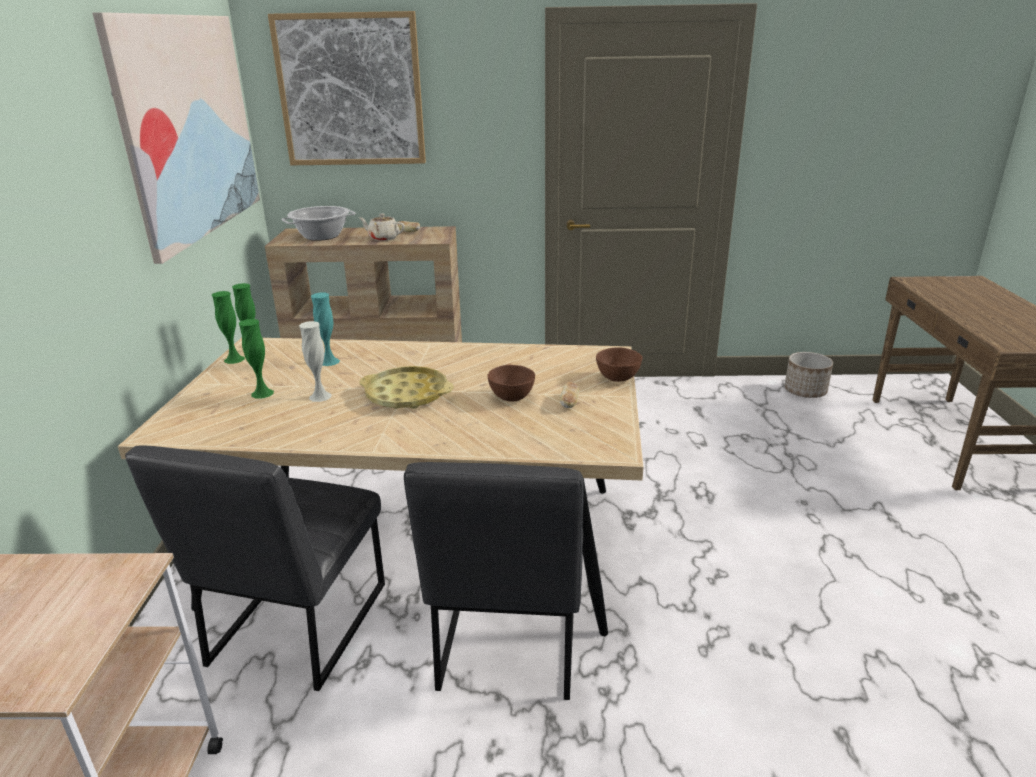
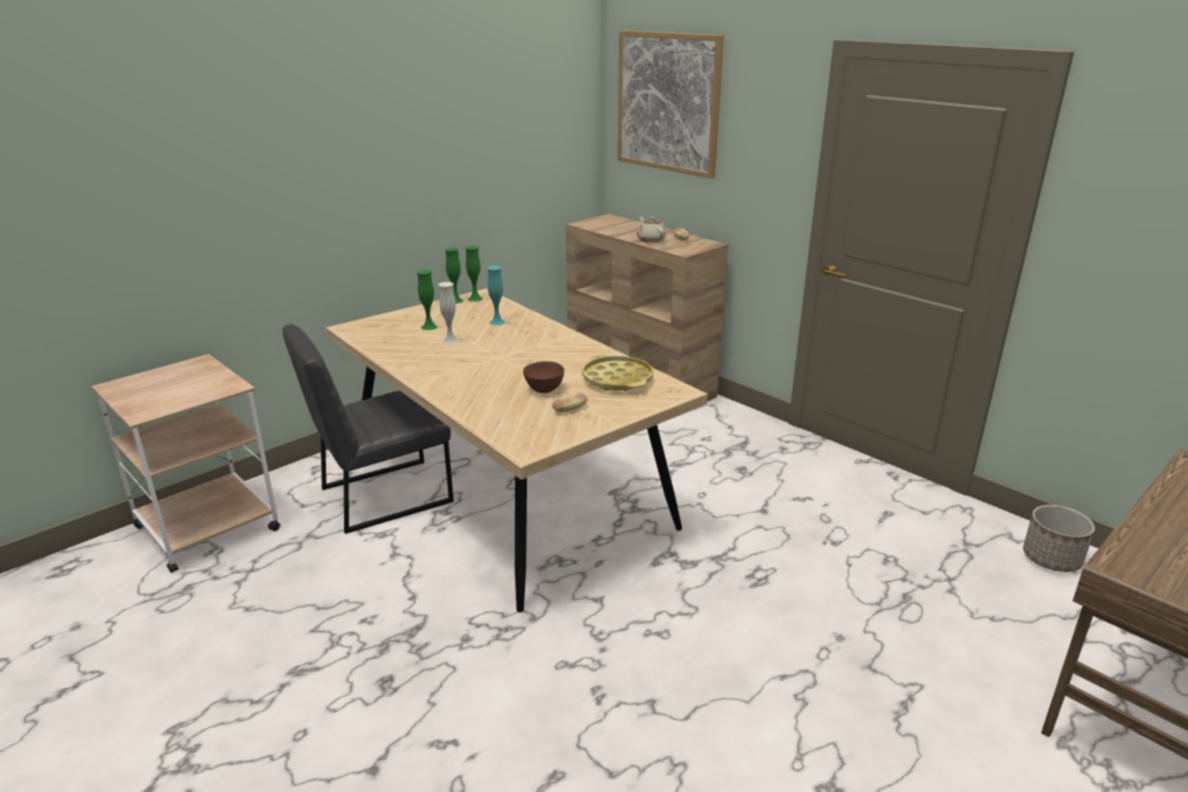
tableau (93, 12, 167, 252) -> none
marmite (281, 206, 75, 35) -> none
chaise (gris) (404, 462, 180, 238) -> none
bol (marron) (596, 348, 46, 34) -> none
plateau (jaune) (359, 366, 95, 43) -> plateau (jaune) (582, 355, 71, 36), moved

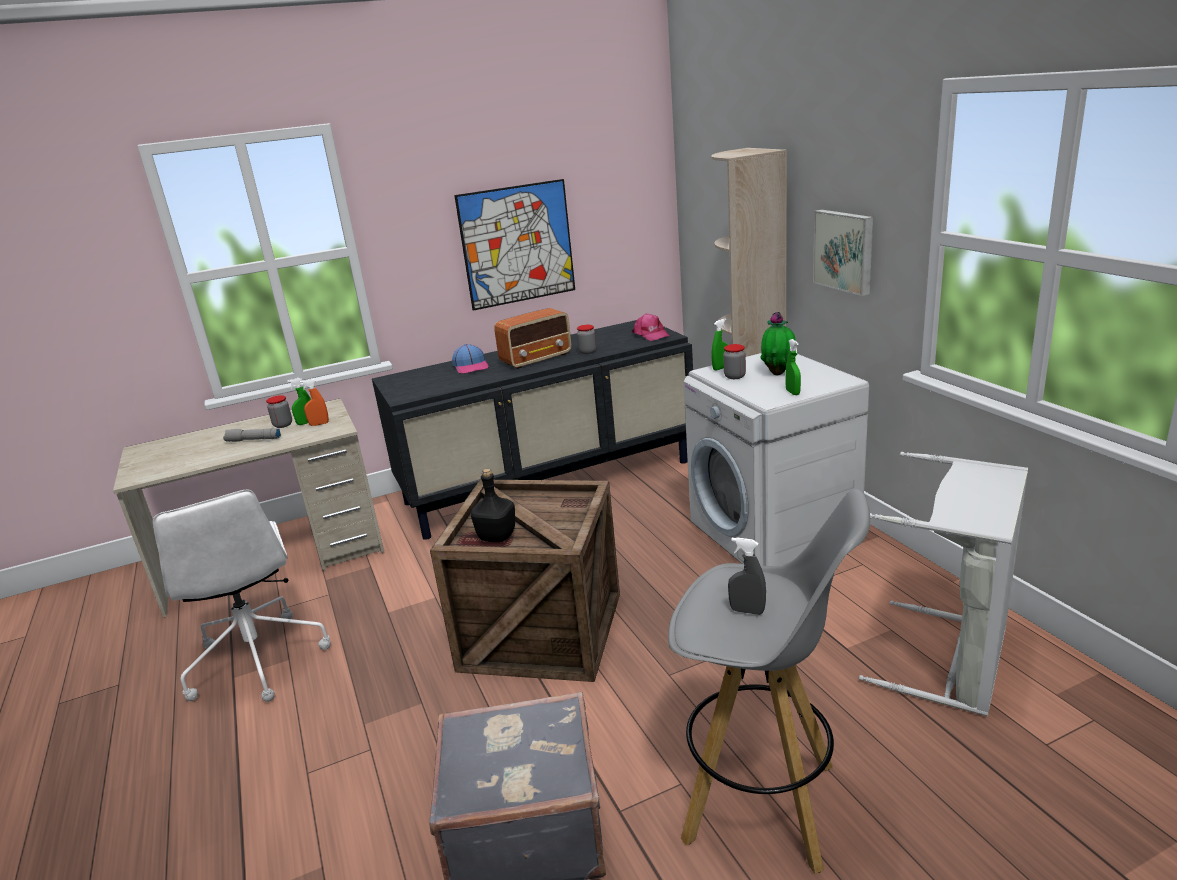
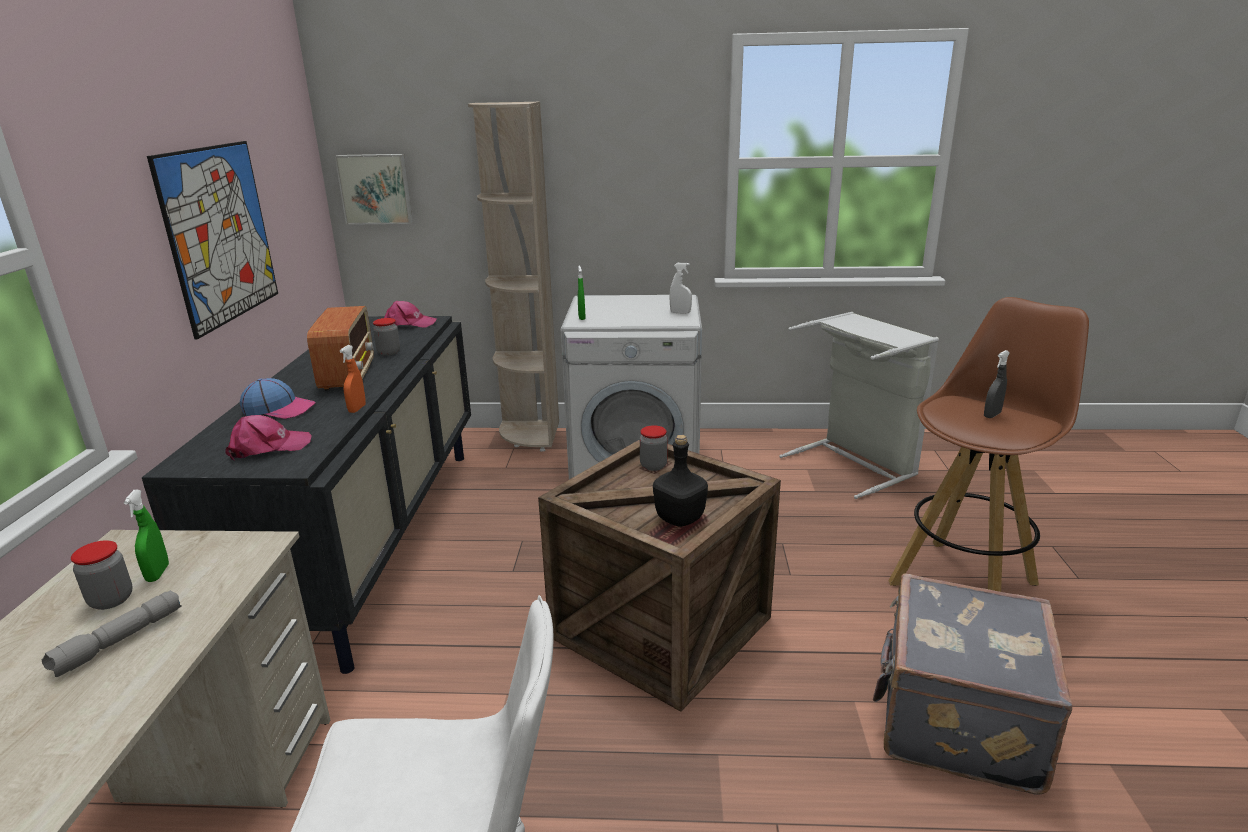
plante en pot (760, 312, 38, 64) -> none
none -> casquette (rose) (225, 415, 86, 46)
vaporisateur (orange) (300, 379, 29, 47) -> vaporisateur (orange) (340, 345, 26, 68), moved
bocal (723, 344, 23, 35) -> bocal (640, 425, 27, 46), moved
tableau (813, 210, 60, 86) -> tableau (335, 154, 78, 71), moved
tabouret (gris) (668, 489, 202, 385) -> tabouret (marron) (889, 297, 200, 295)
vaporisateur (vert) (785, 339, 16, 56) -> vaporisateur (blanc) (670, 263, 22, 51)

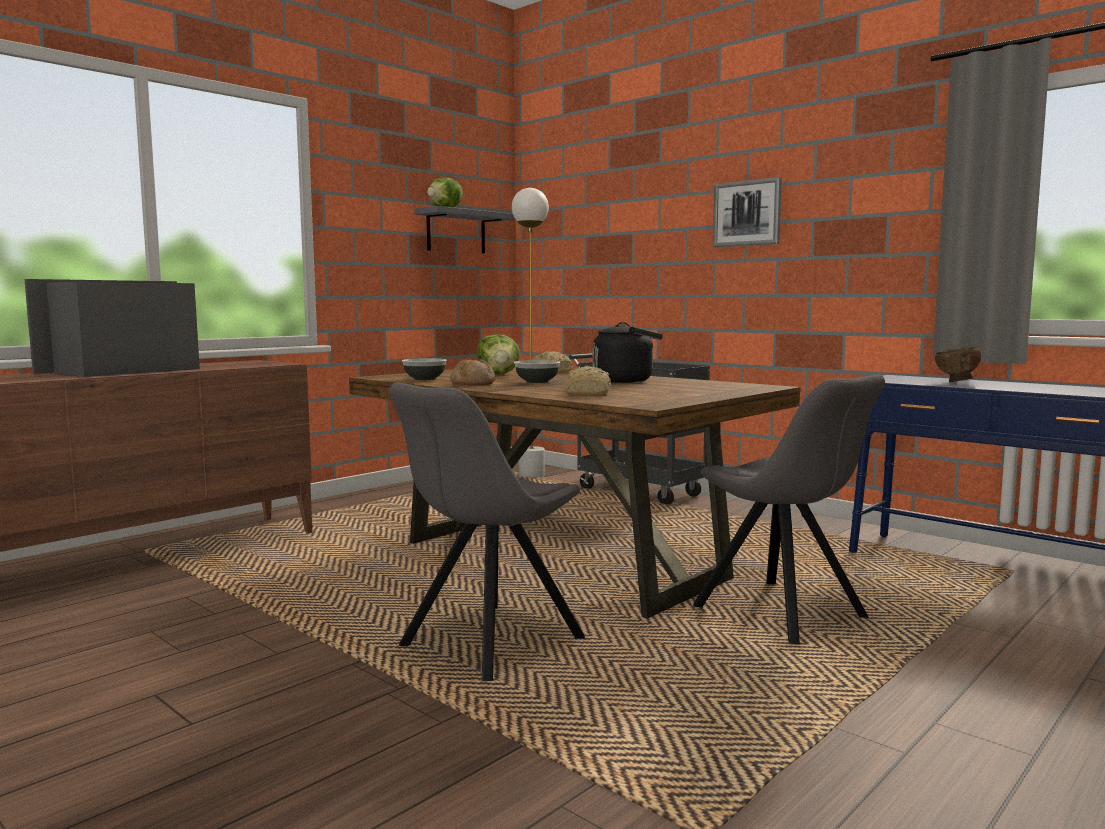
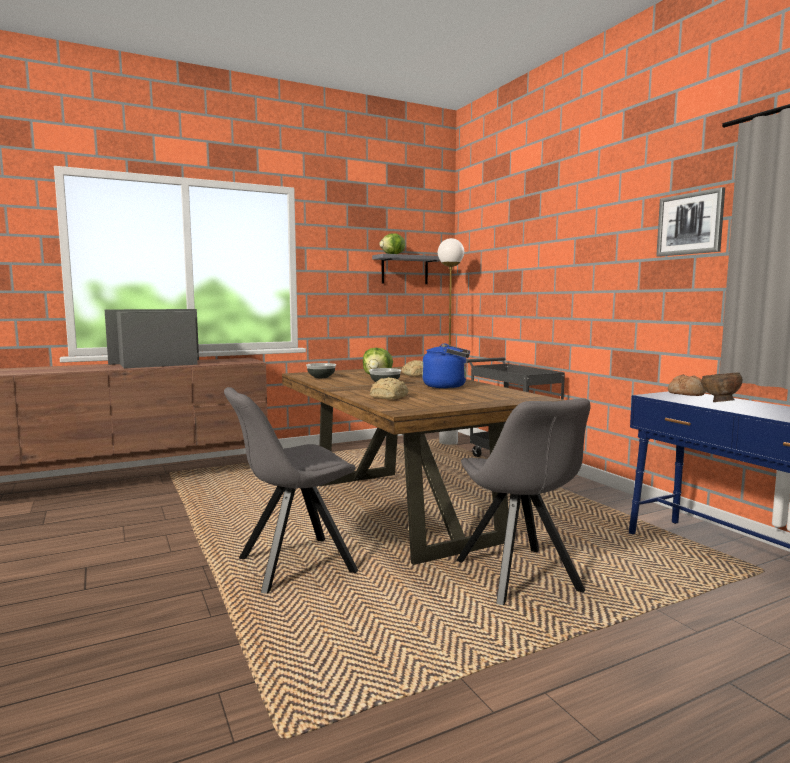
pain (450, 359, 46, 26) -> pain (668, 374, 38, 22), moved
tableau (713, 177, 69, 70) -> tableau (656, 187, 69, 70), moved
bouilloire (noir) (592, 322, 71, 61) -> bouilloire (bleu) (422, 344, 48, 44)

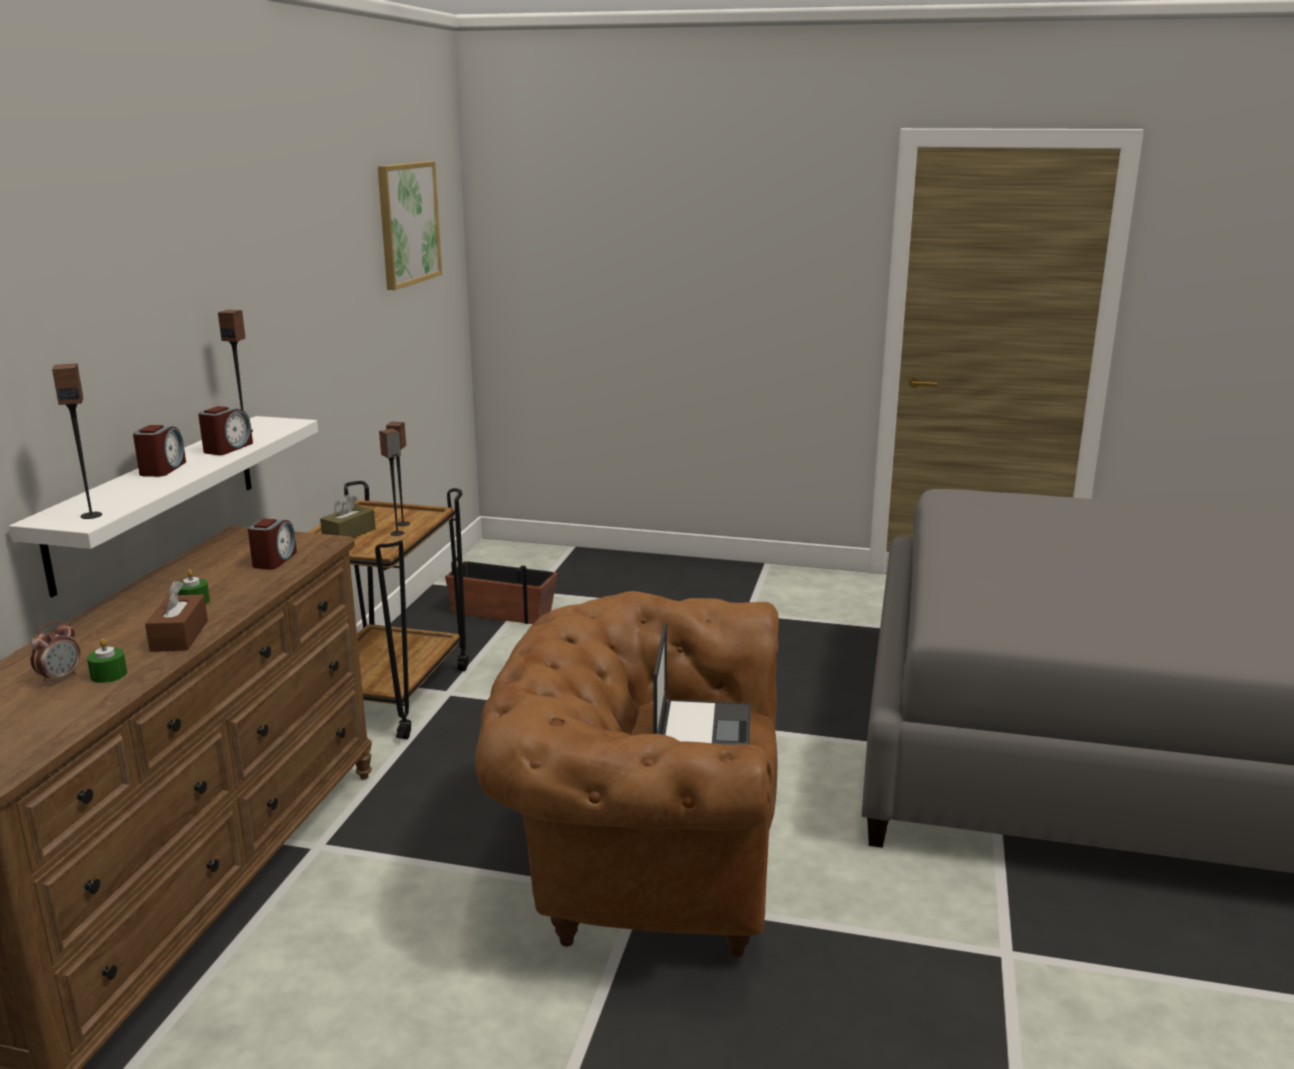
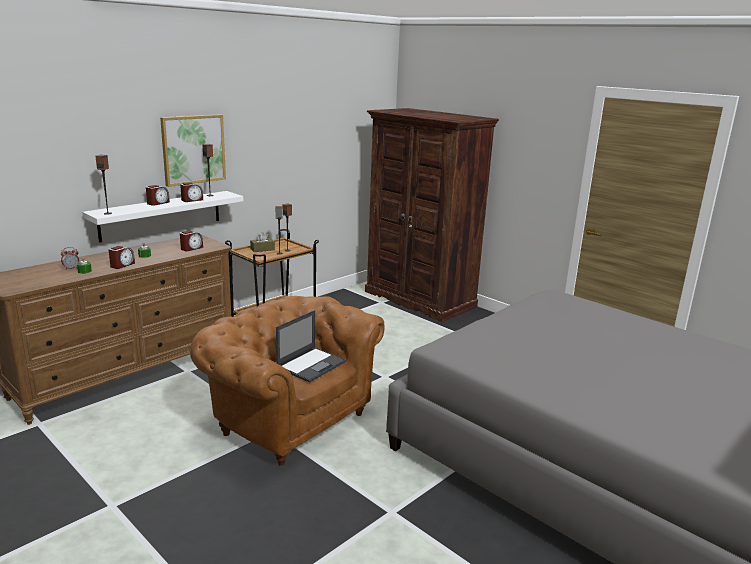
cache-pot (445, 558, 112, 66) -> none
none -> armoire (marron) (365, 108, 134, 214)
tableau (378, 161, 64, 129) -> tableau (160, 114, 66, 73), moved
boîte à mouchoirs (marron) (145, 581, 63, 71) -> réveil (108, 246, 27, 23)

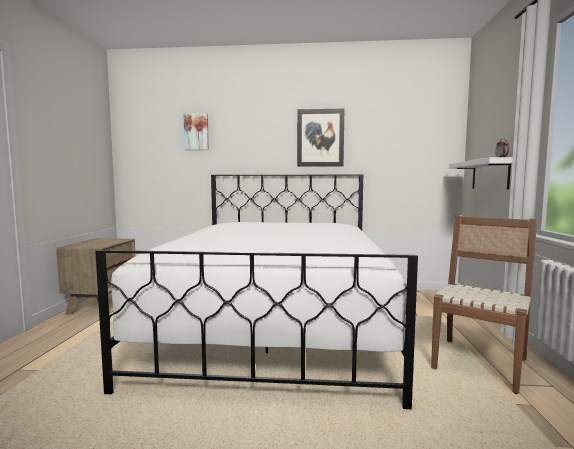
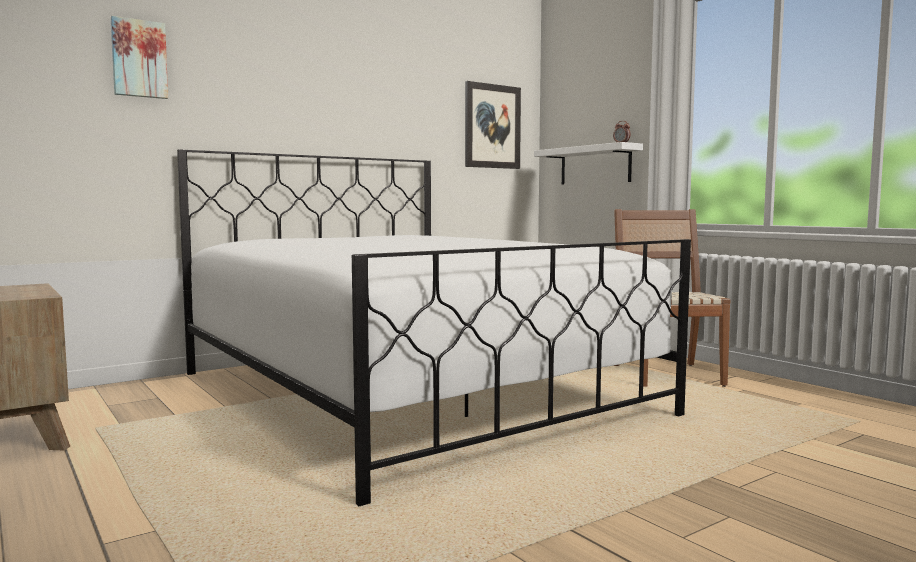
tableau (297, 109, 47, 58) -> tableau (465, 81, 56, 88), moved

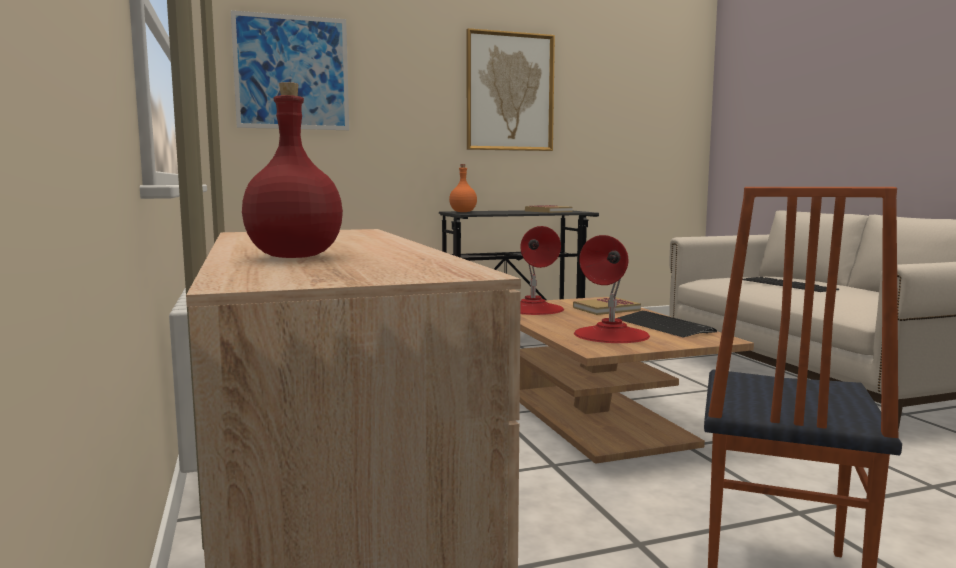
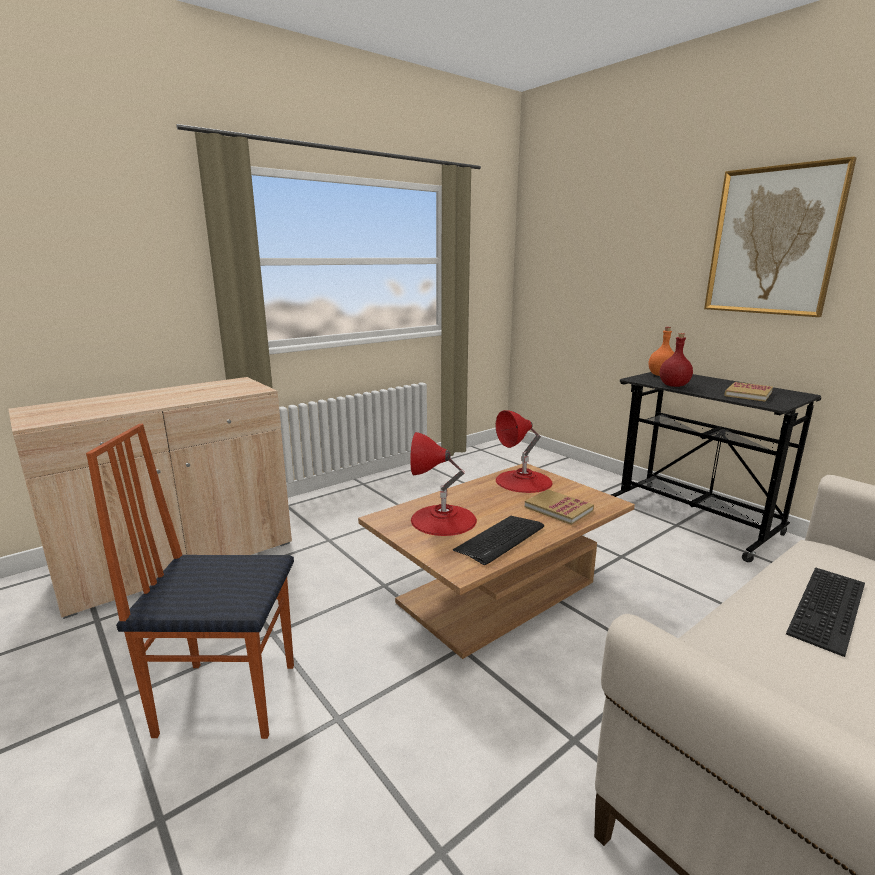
tableau (231, 10, 118, 120) -> none
bouteille (rouge) (242, 82, 101, 176) -> bouteille (rouge) (660, 333, 33, 54), moved

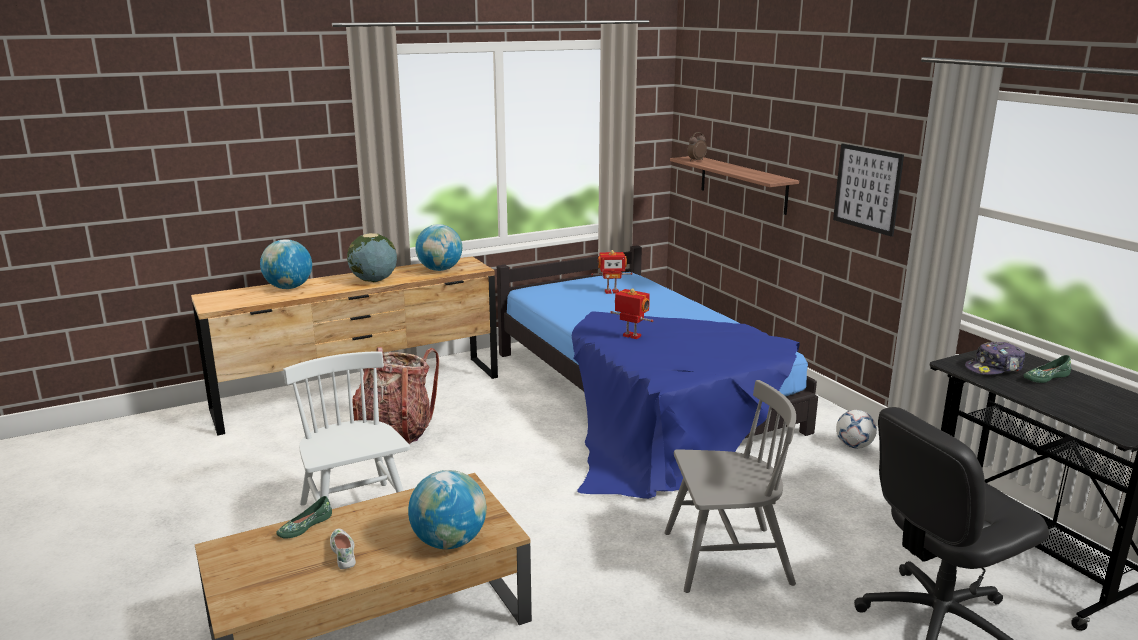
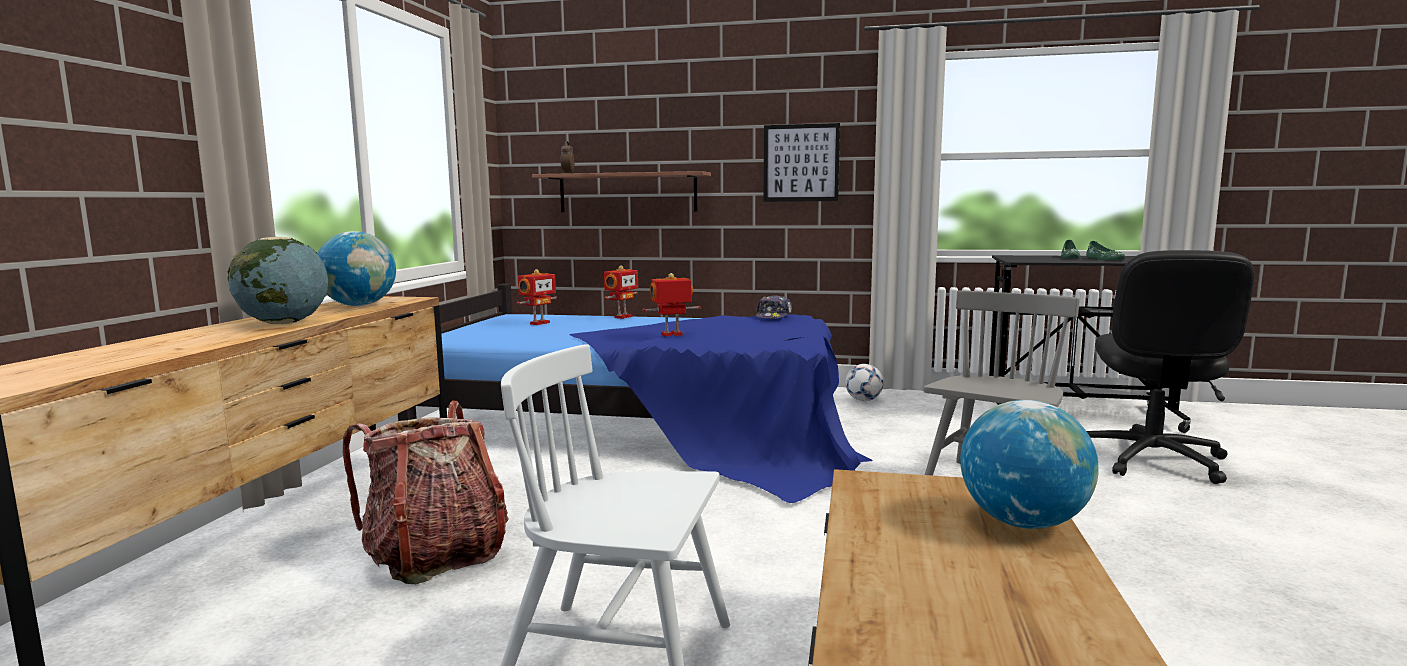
globe (260, 239, 52, 50) -> none
chaussure (blanc) (330, 528, 26, 41) -> none
none -> robot jouet (604, 266, 34, 53)
chaussure (vert) (276, 496, 56, 43) -> chaussure (vert) (1086, 241, 39, 19), moved
casquette (965, 342, 60, 33) -> casquette (756, 295, 36, 24), moved

